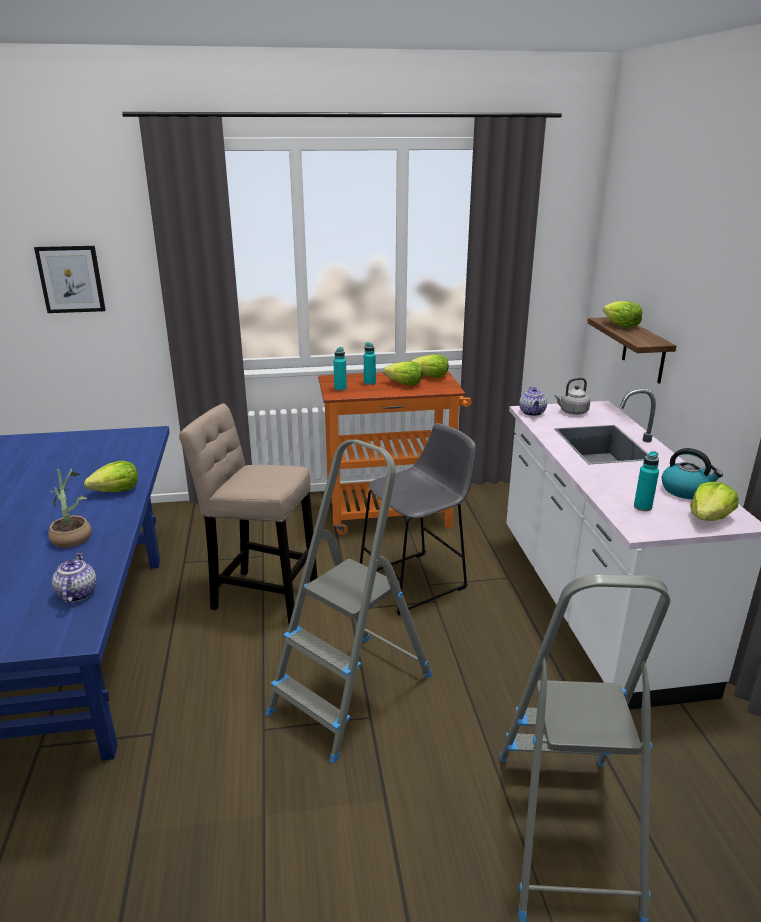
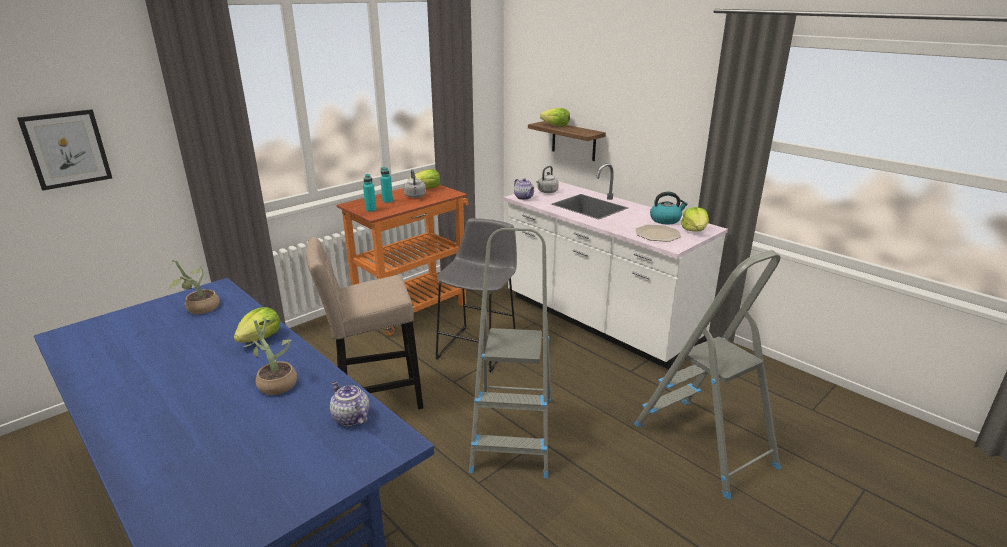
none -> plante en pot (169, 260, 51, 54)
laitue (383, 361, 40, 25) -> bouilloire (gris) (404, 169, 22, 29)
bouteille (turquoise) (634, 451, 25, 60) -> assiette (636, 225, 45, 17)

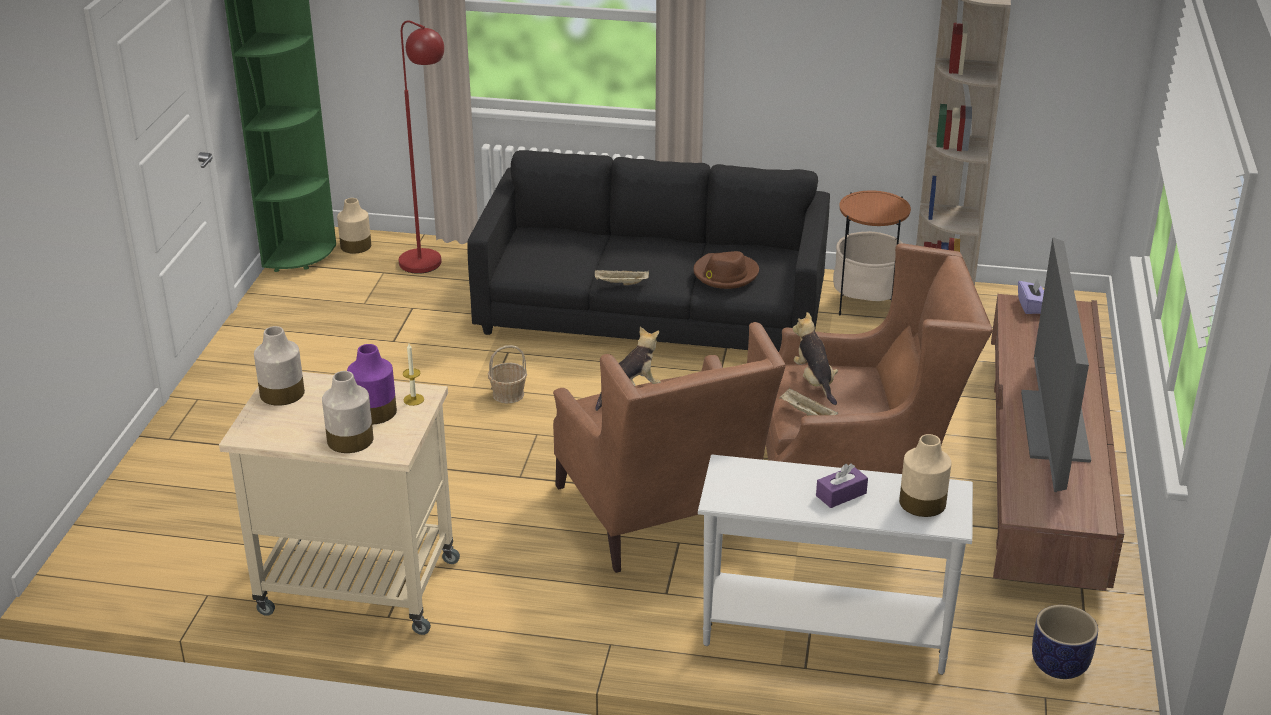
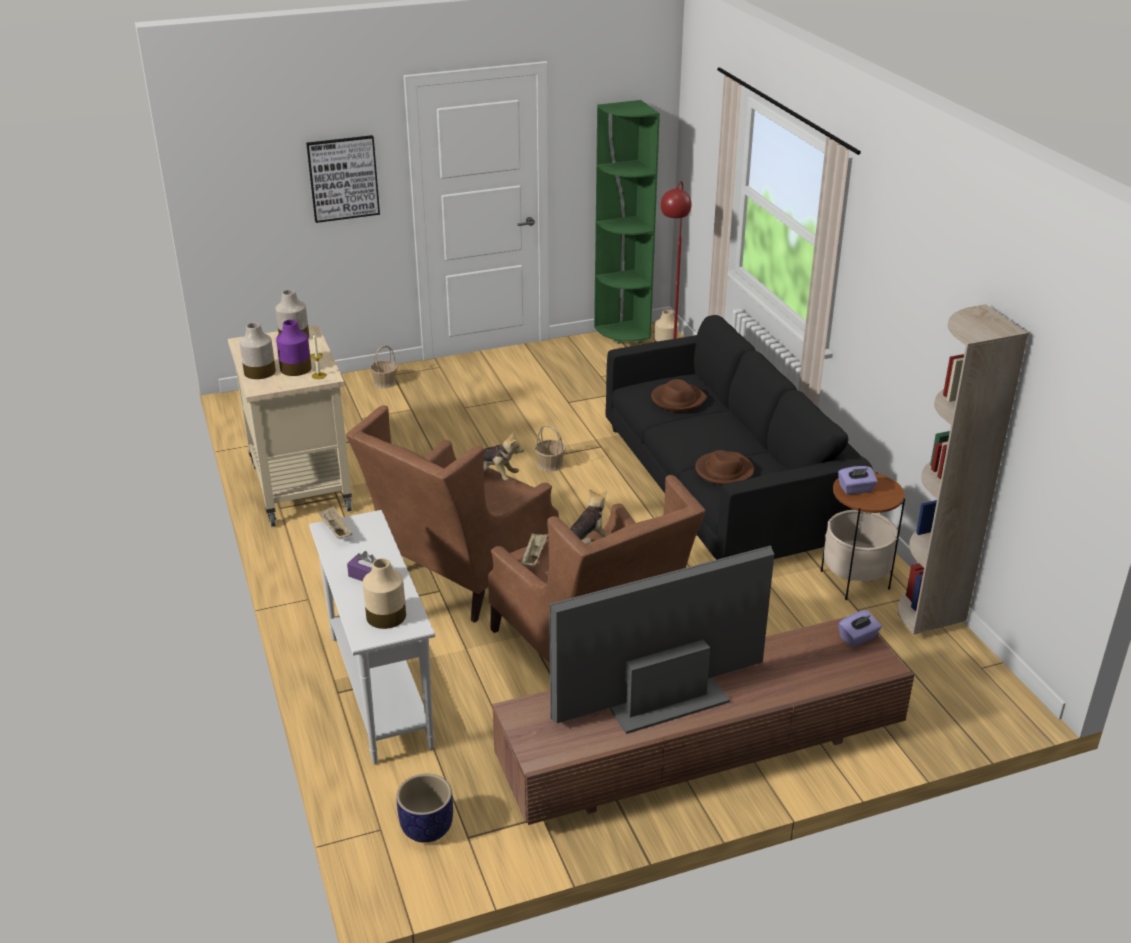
none -> tableau (306, 135, 74, 88)
none -> panier (370, 345, 28, 43)
none -> chapeau (marron) (651, 379, 56, 33)
none -> boîte à mouchoirs (violet) (838, 466, 40, 29)
plateau (beige) (595, 270, 54, 15) -> plateau (beige) (318, 506, 34, 32), moved

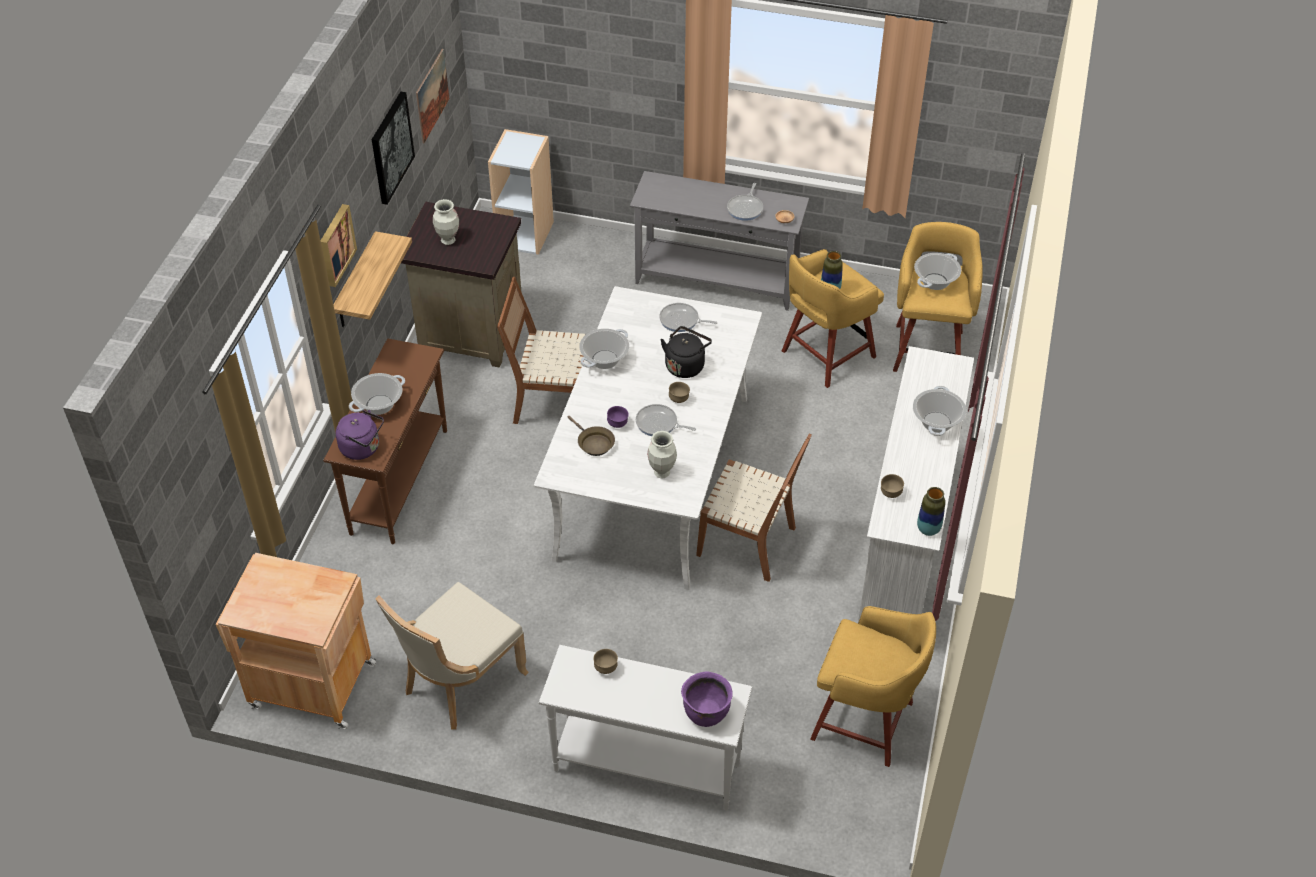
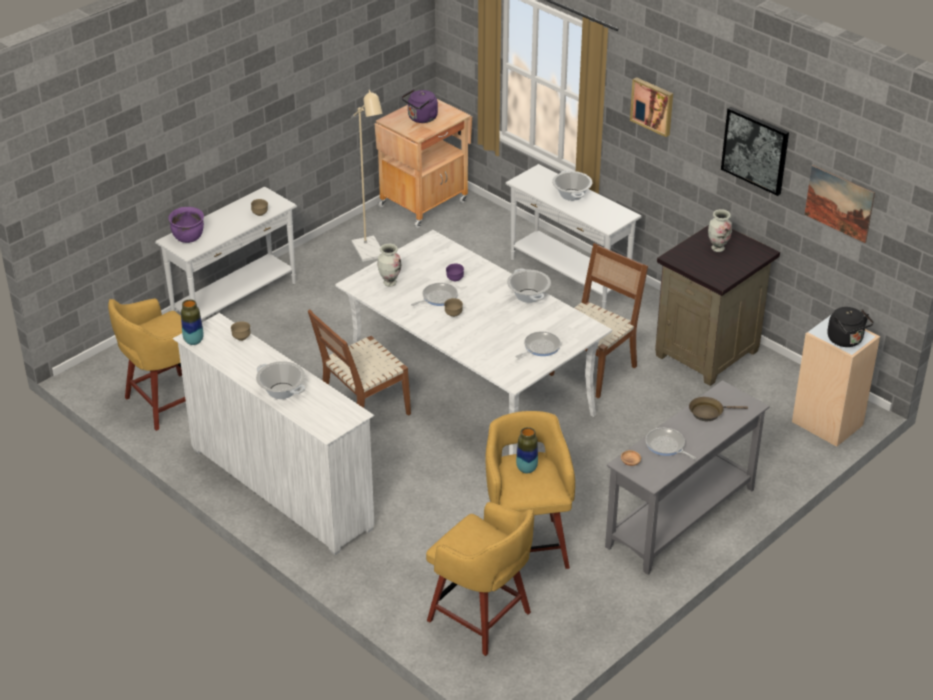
étagère (333, 231, 79, 96) -> none
marmite (914, 253, 47, 37) -> none
bouilloire (violet) (336, 410, 48, 50) -> bouilloire (violet) (402, 89, 36, 34), moved
poêle (marron) (567, 416, 48, 40) -> poêle (marron) (689, 397, 59, 24), moved
bouilloire (noir) (661, 326, 51, 52) -> bouilloire (noir) (827, 307, 47, 40), moved
chaise (beige) (376, 582, 153, 148) -> lampadaire (beige) (351, 90, 32, 172)
table console (marron) (323, 338, 124, 206) -> table console (blanc) (506, 164, 135, 145)

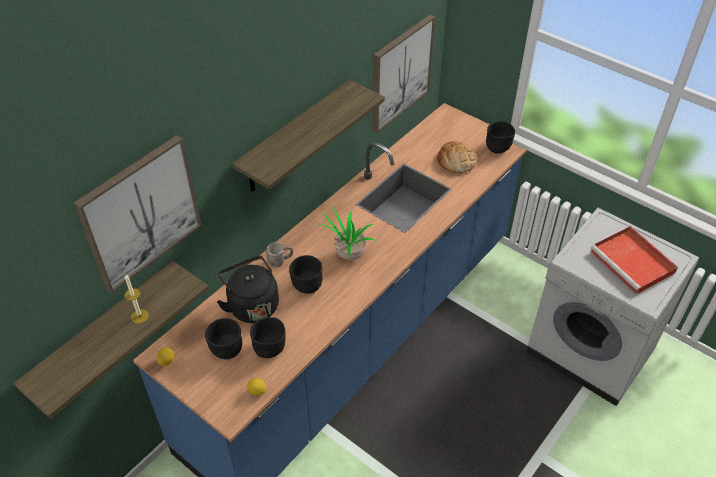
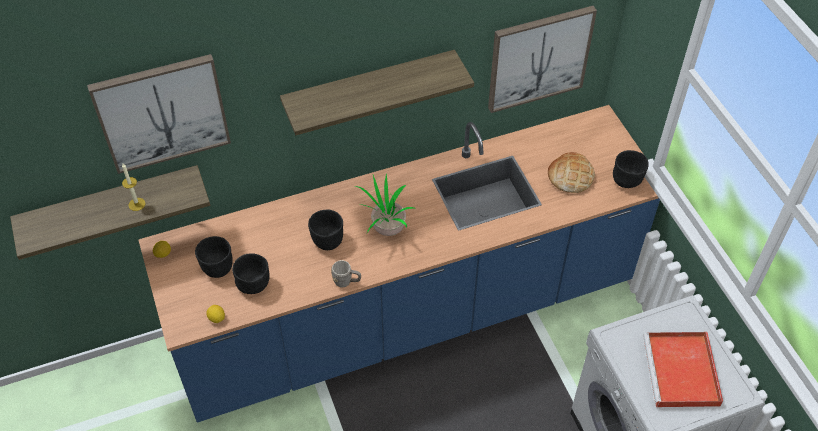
bouilloire (noir) (217, 256, 62, 67) -> none
mug (gris) (266, 242, 27, 26) -> mug (gris) (331, 260, 30, 27), moved

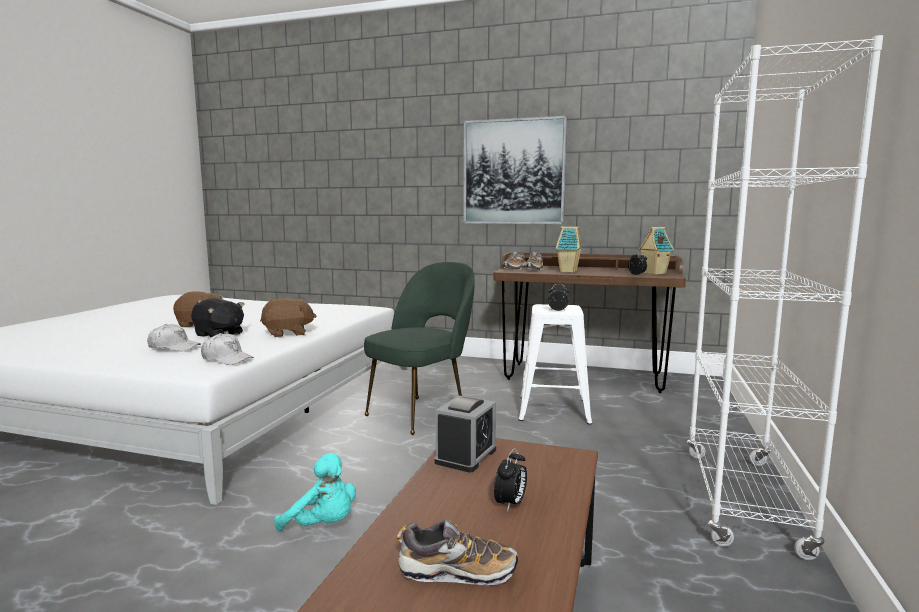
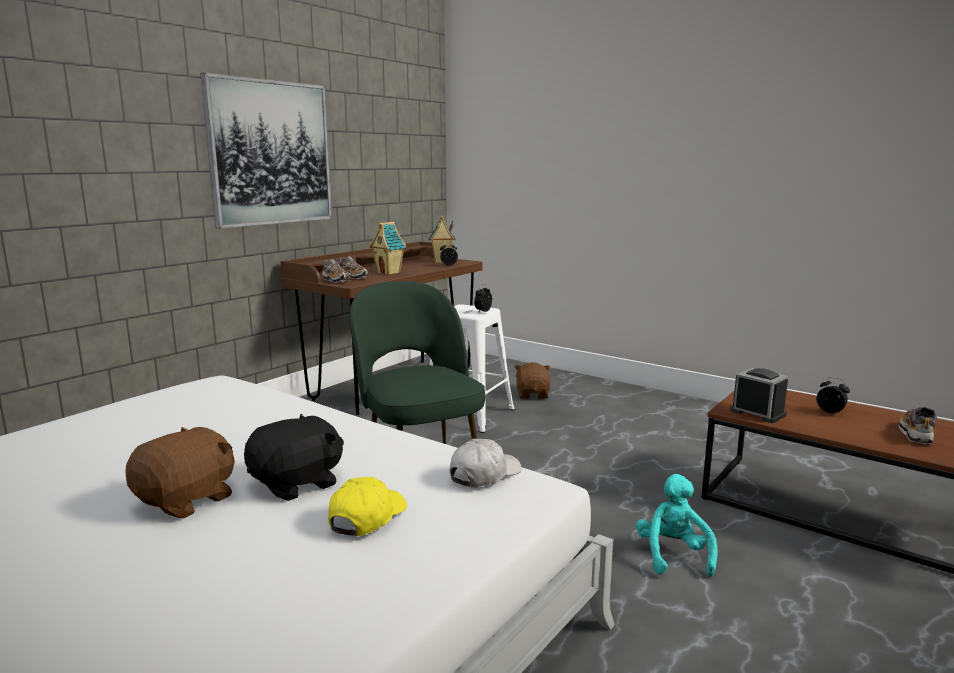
bibliothèque (blanc) (687, 35, 196, 525) -> none
peluche (marron) (260, 298, 56, 39) -> peluche (marron) (514, 362, 37, 37), moved
casquette (blanc) (147, 324, 54, 28) -> casquette (jaune) (328, 477, 79, 59)
peluche (turquoise) (274, 453, 82, 78) -> peluche (turquoise) (636, 474, 82, 103), 45 degrees counterclockwise

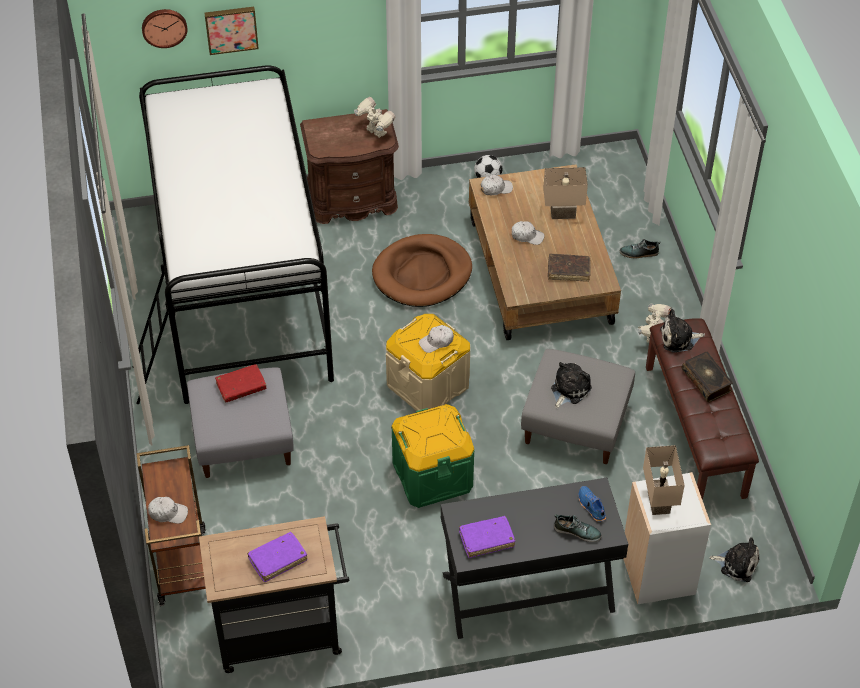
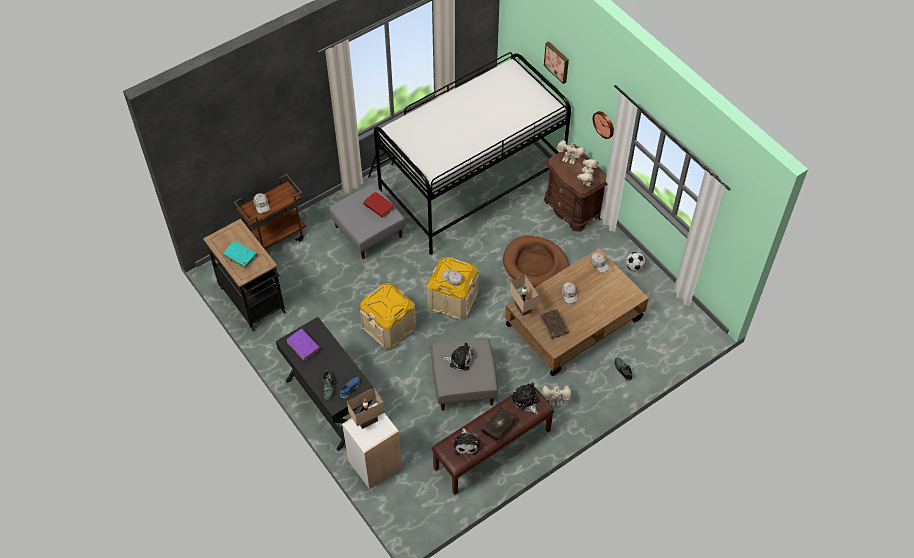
none -> robot jouet (557, 140, 28, 24)
horloge murale (142, 9, 45, 39) -> horloge murale (593, 111, 21, 28), moved
lampe de table (beige) (543, 167, 45, 52) -> lampe de table (beige) (510, 275, 29, 41), moved
peluche (709, 537, 50, 45) -> peluche (454, 428, 26, 27), moved
livre (violet) (247, 532, 60, 50) -> livre (turquoise) (223, 241, 34, 28)
boîte de rangement (vert) (391, 404, 84, 104) -> boîte de rangement (beige) (360, 283, 56, 66)

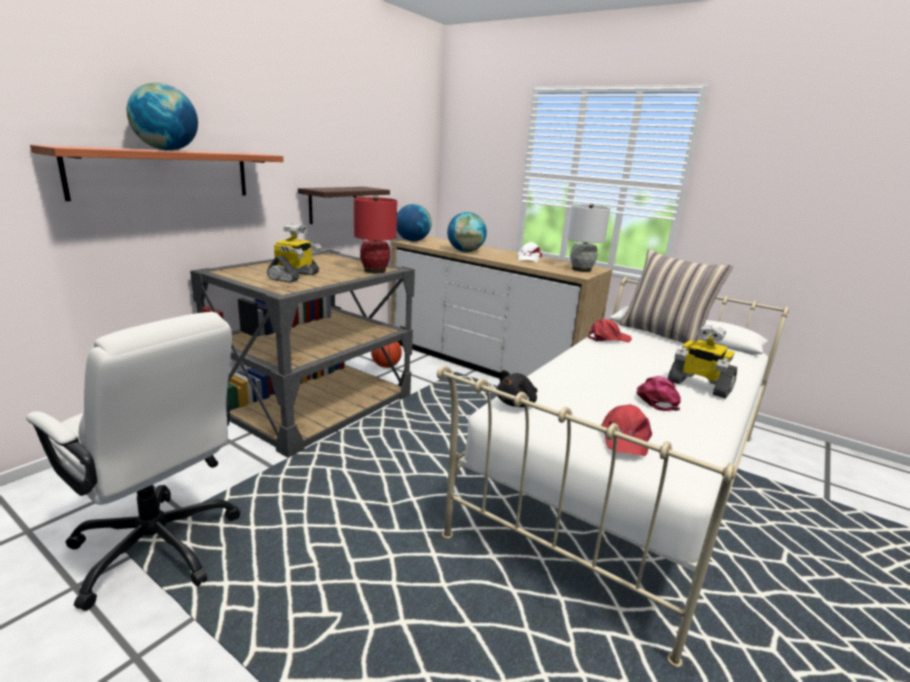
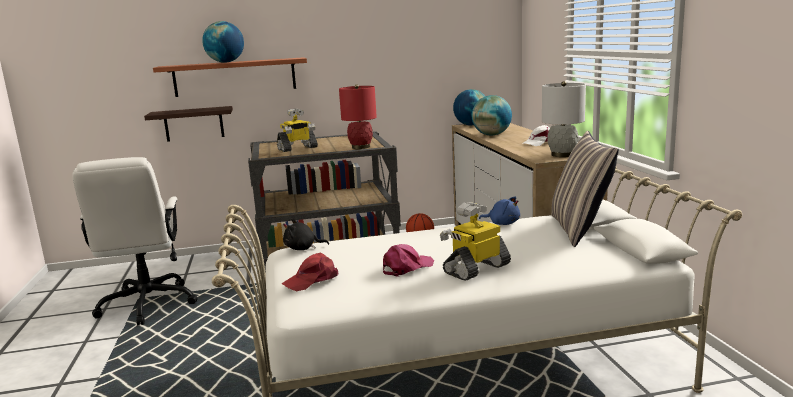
étagère (298, 187, 92, 37) -> étagère (144, 106, 89, 36), moved
casquette (rouge) (588, 319, 44, 23) -> peluche (bleu) (479, 196, 41, 29)
robot jouet (667, 325, 70, 74) -> robot jouet (440, 202, 71, 79), 60 degrees clockwise

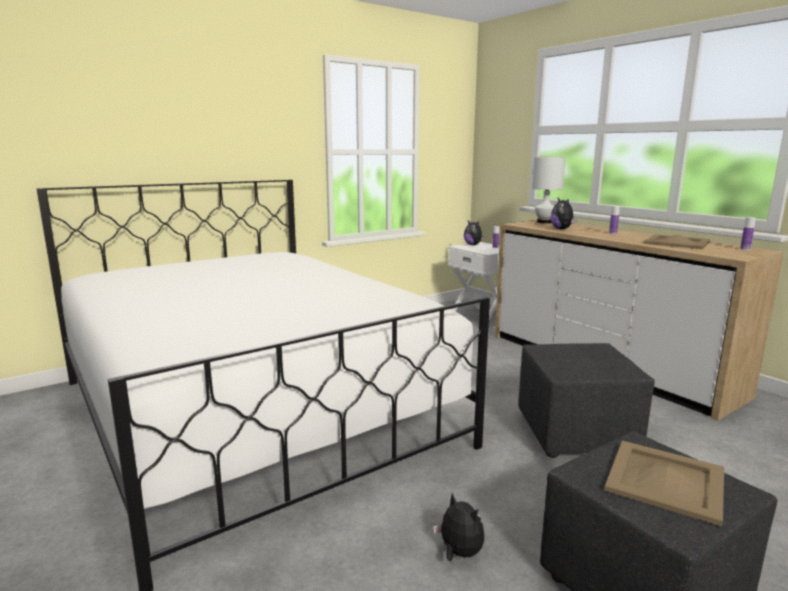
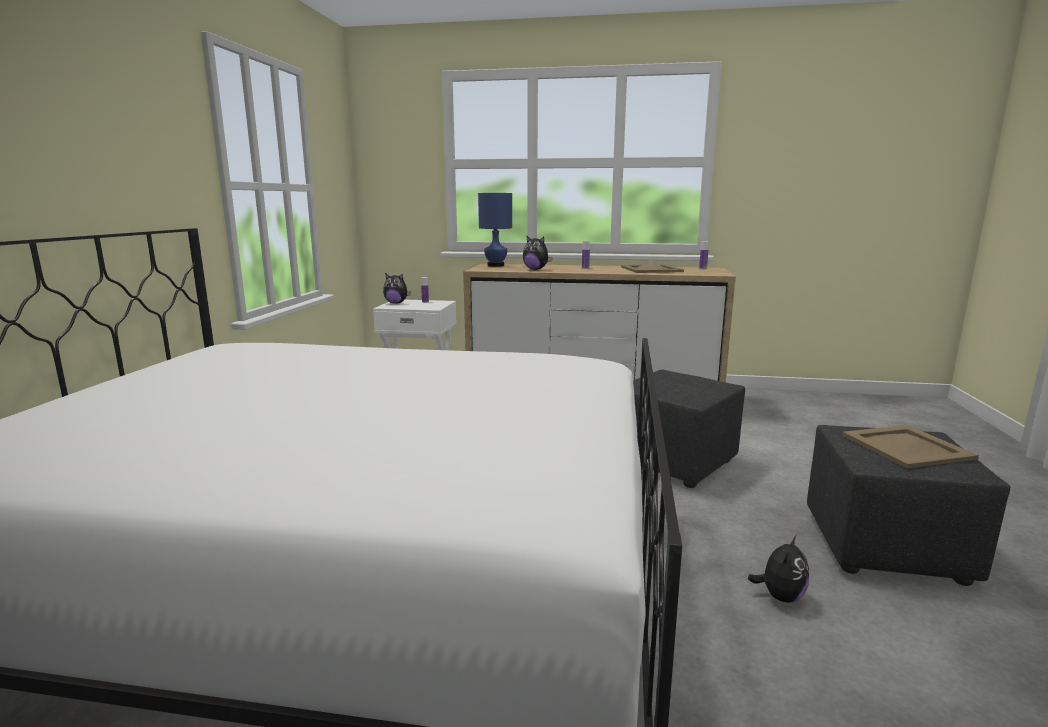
lampe de table (blanc) (532, 157, 34, 67) -> lampe de table (bleu) (478, 193, 34, 74)
peluche (433, 493, 51, 68) -> peluche (748, 536, 61, 67), 120 degrees clockwise

